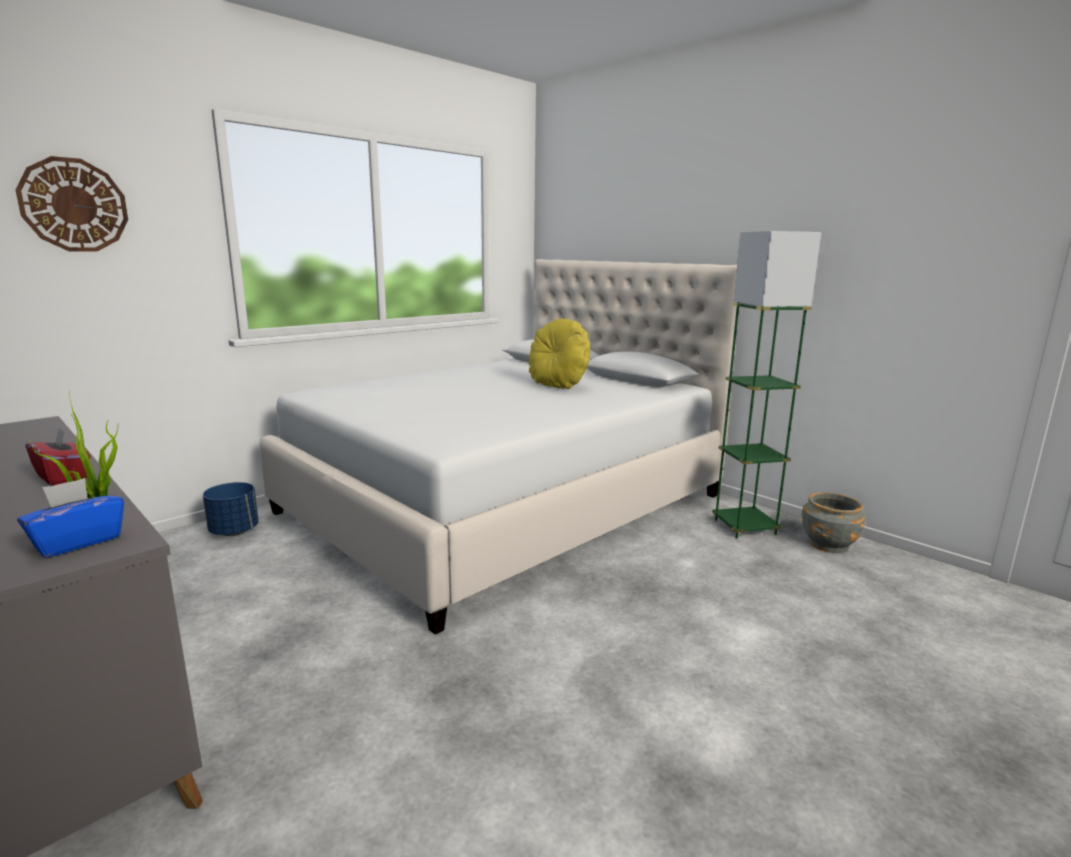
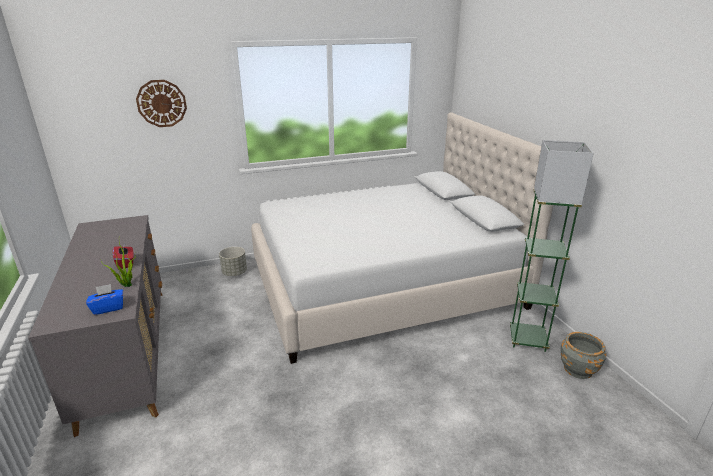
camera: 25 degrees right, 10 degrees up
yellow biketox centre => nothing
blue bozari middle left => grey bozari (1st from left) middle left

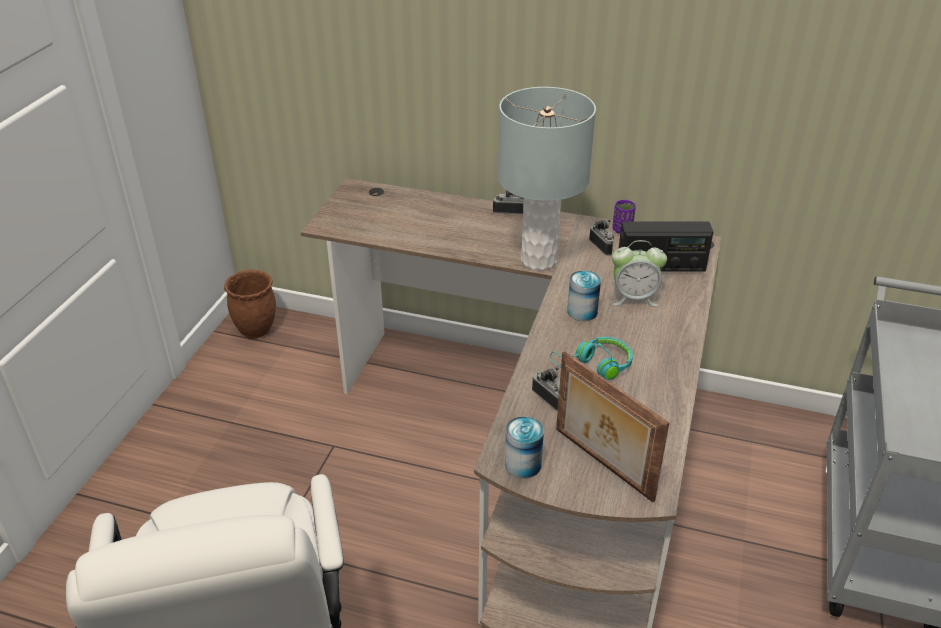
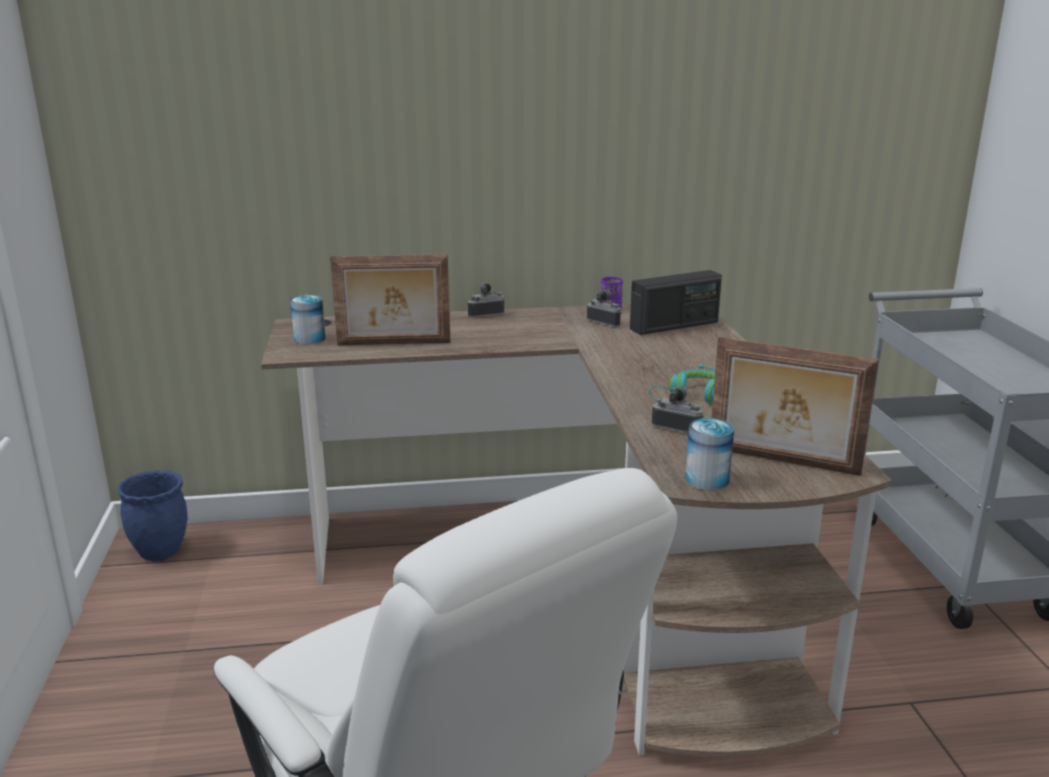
camera: 25 degrees left, 15 degrees down
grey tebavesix top centre => nothing
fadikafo middle right => nothing
nothing => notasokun (1st from left) centre
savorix (2nd from left in the first image) centre => savorix (1st from left) middle left, move
brown bozari middle left => blue bozari middle left

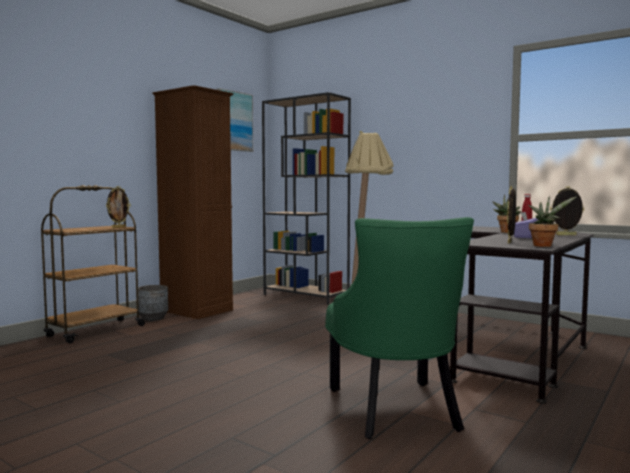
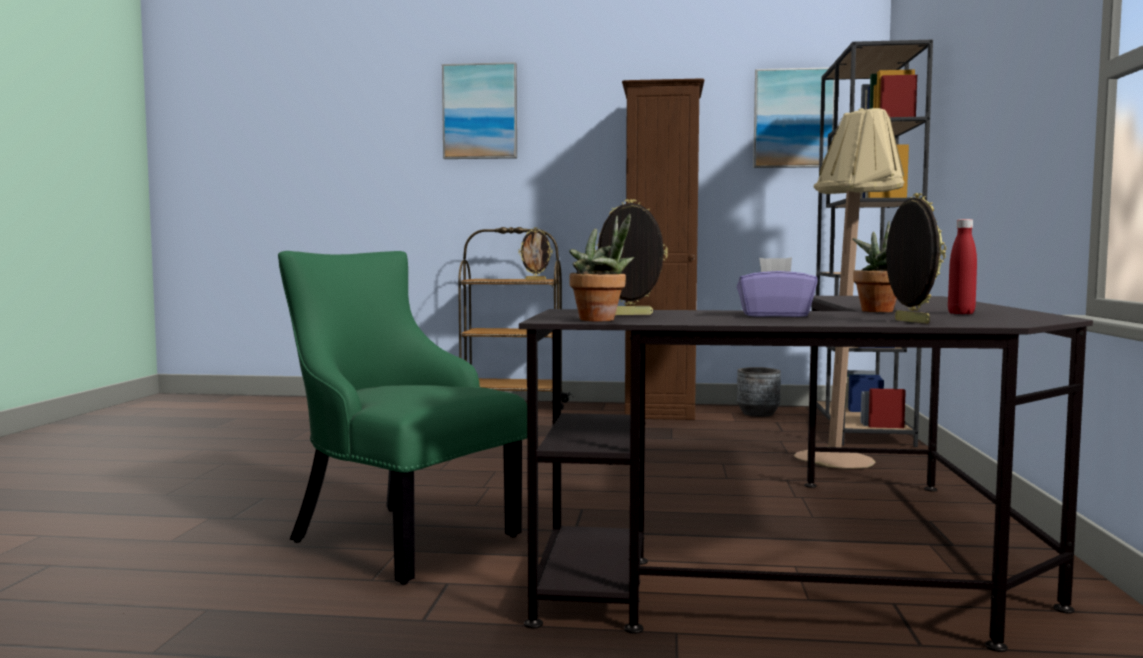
camera: 60 degrees right, 0 degrees up
nothing => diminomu (1st from left) top centre
grey bozari middle left => grey bozari centre, move
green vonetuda bottom centre => green vonetuda centre, 75 degrees clockwise

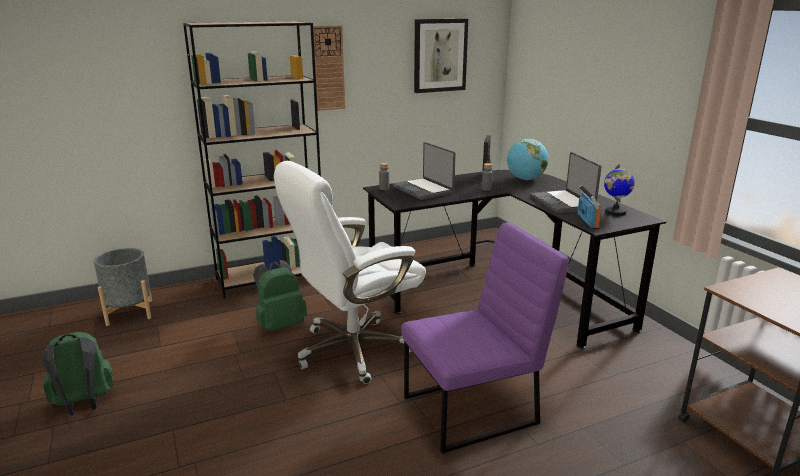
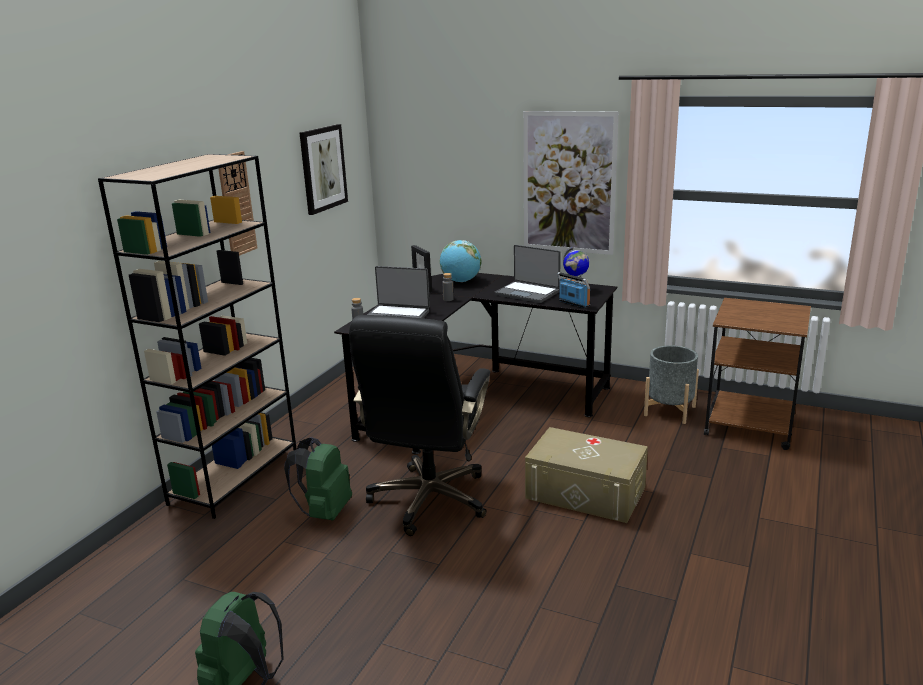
camera: 40 degrees left, 0 degrees up
nothing => diminomu (2nd from left) top centre
grey bozari middle left => grey bozari middle right, move
purple vonetuda bottom centre => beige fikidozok bottom centre
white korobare centre => black korobare centre

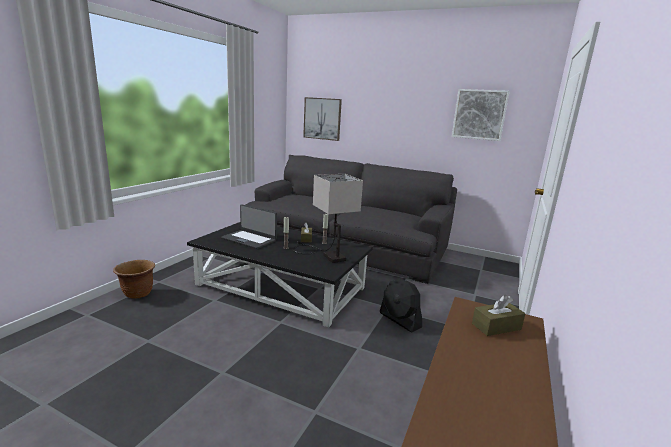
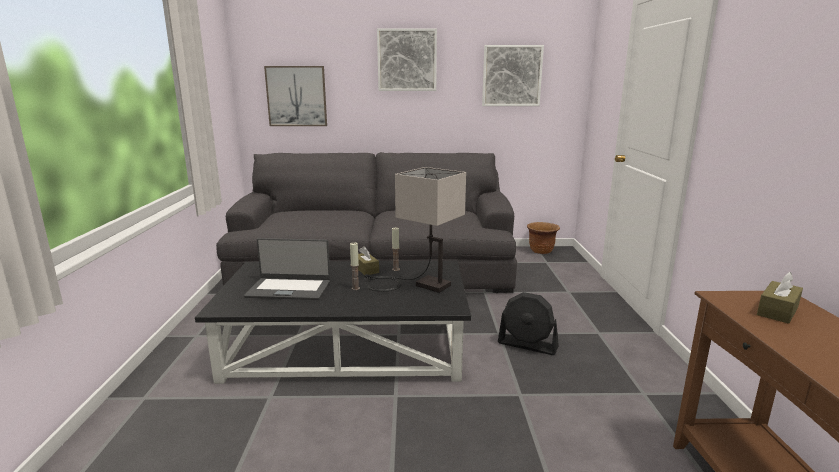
camera: 25 degrees left, 0 degrees up
nothing => diminomu (2nd from left) top centre
brown bozari middle left => brown bozari centre, move

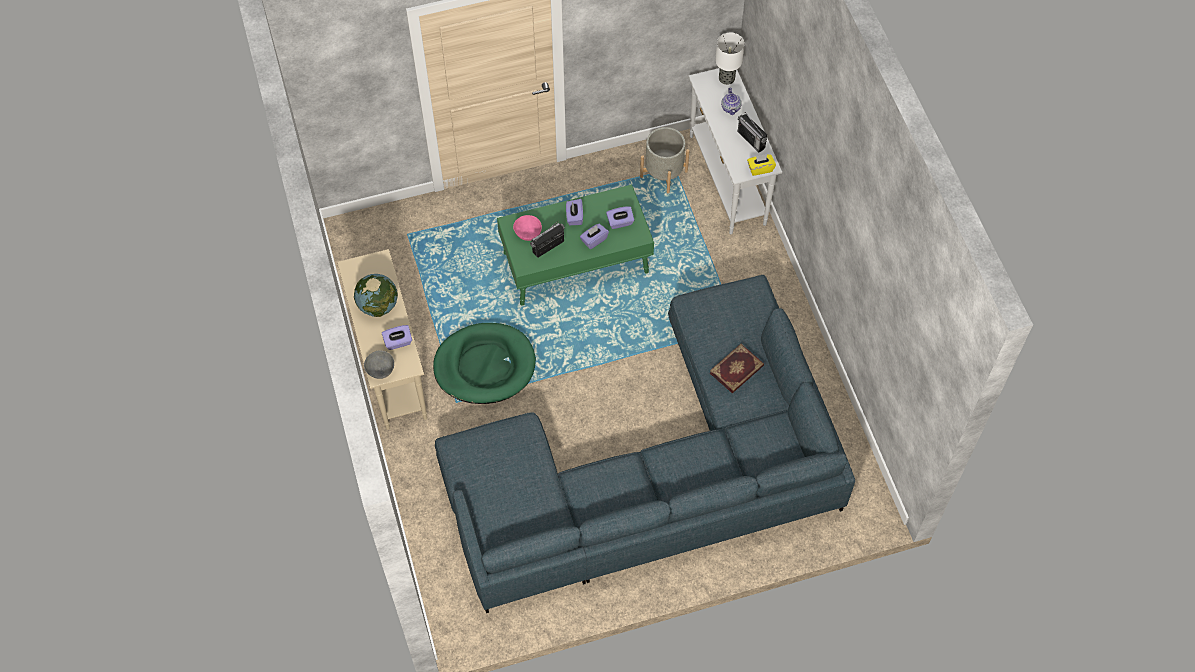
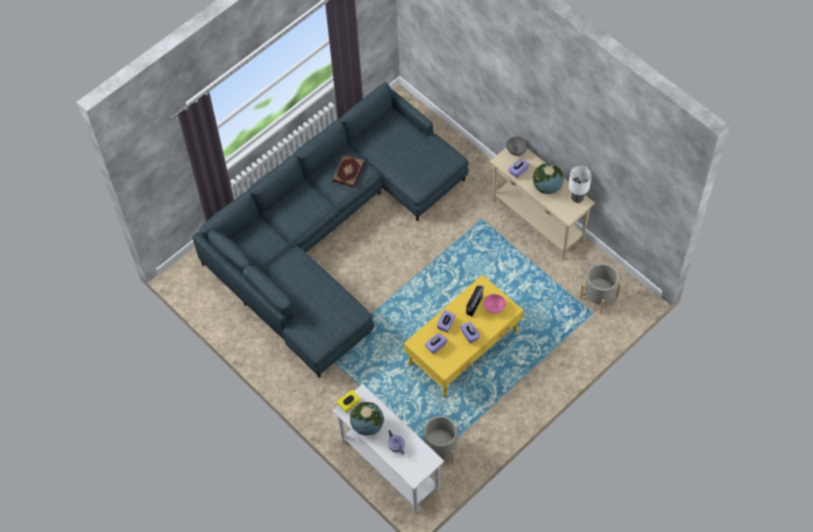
camera: 155 degrees right, 0 degrees up
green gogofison centre => nothing
nothing => grey bozari (2nd from left) middle right
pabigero centre => pabigero top centre, move
tebavesix top centre => tebavesix middle right, move
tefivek (2nd from left) top centre => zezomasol (1st from left) bottom centre
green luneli centre => yellow luneli centre

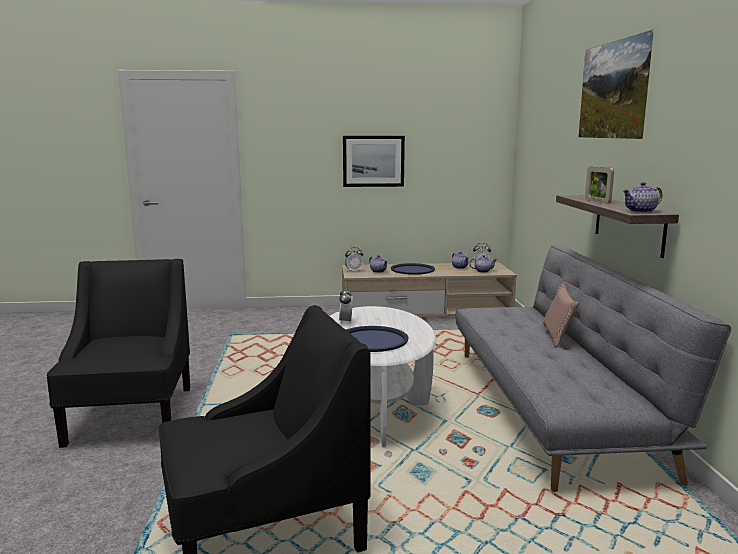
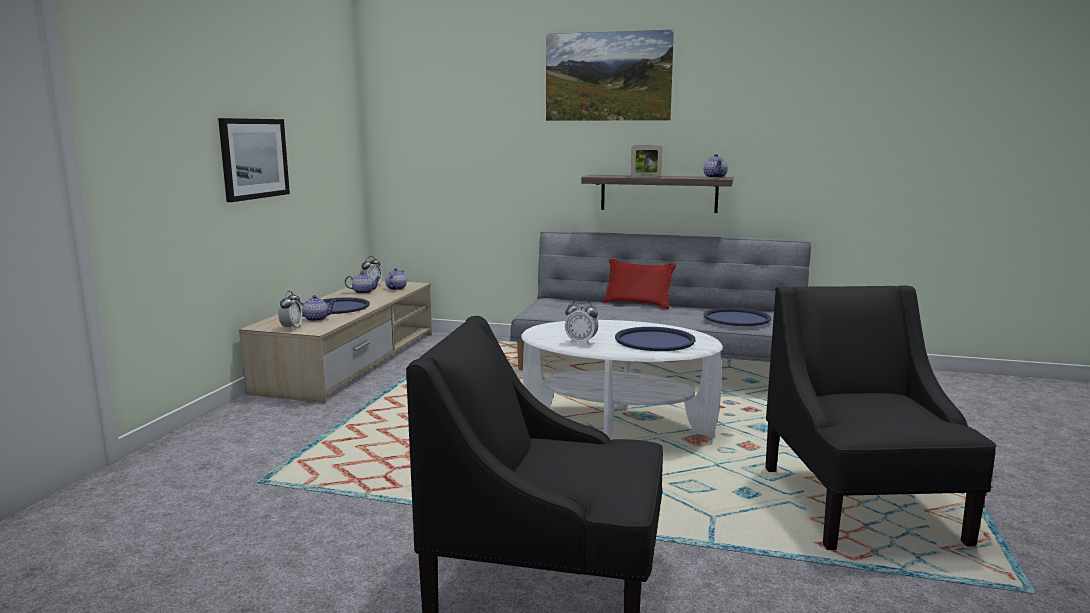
camera: 70 degrees left, 0 degrees up
nothing => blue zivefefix (3rd from left) middle right
beige biketox middle right => red biketox centre

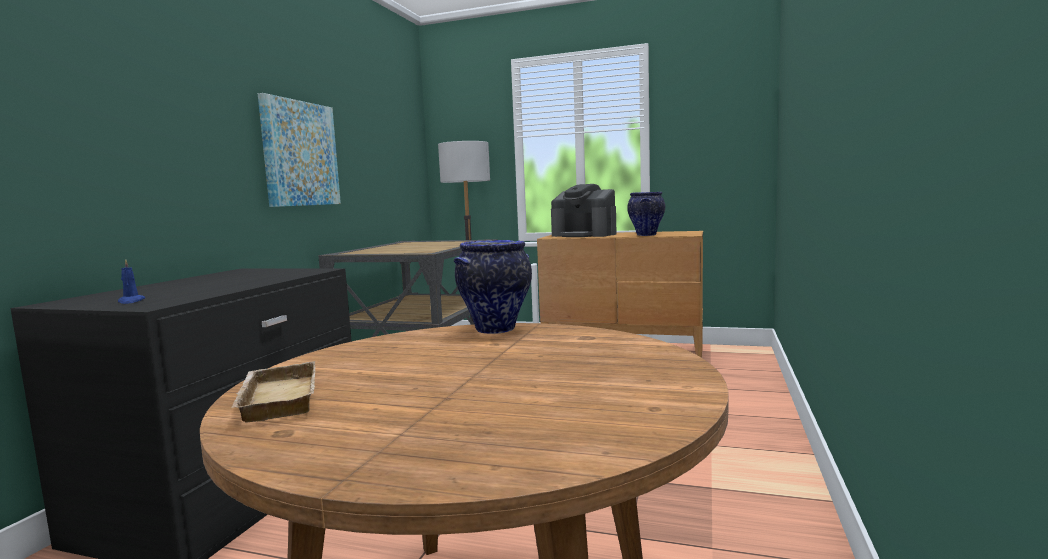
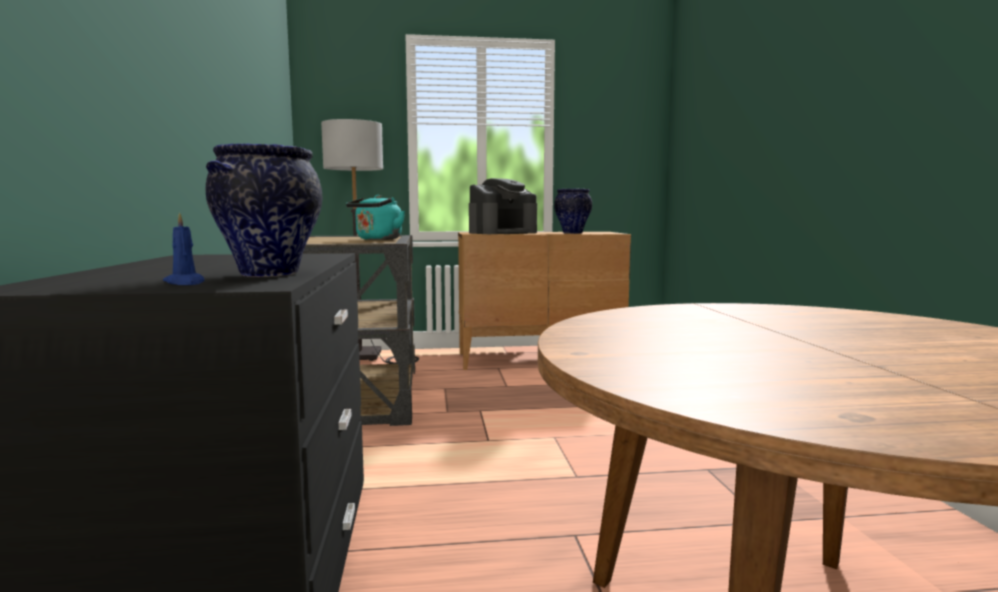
camera: 25 degrees left, 0 degrees up
beige zivefefix bottom left => nothing
diminomu top left => nothing
nothing => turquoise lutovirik centre
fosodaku (1st from left) centre => fosodaku (1st from left) middle left, move
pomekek centre, 45 degrees counterclockwise

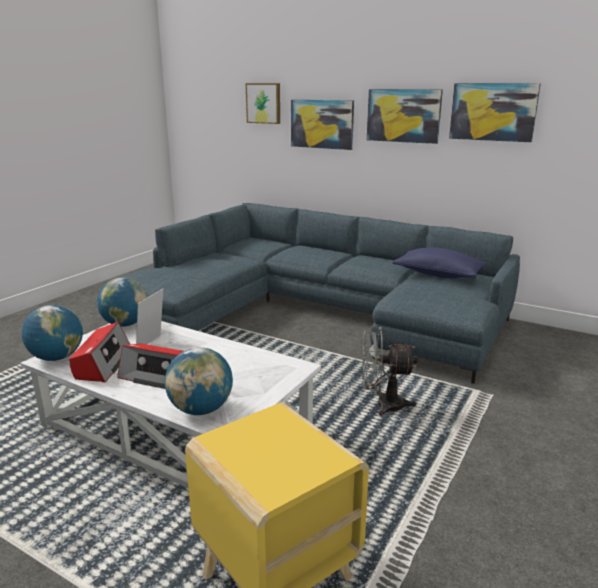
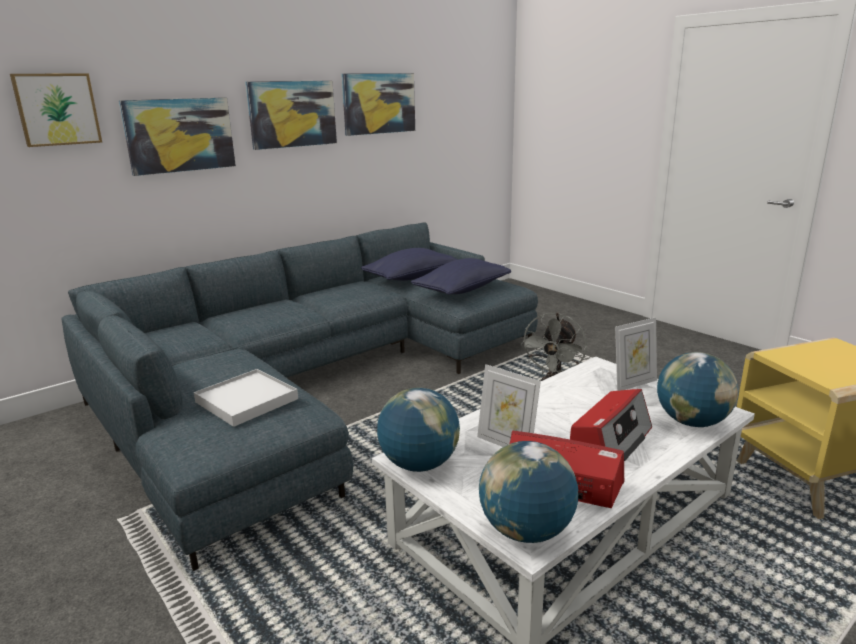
camera: 70 degrees left, 0 degrees up
nothing => white zivefefix middle left
nothing => blue biketox (2nd from left) centre
nothing => notasokun (2nd from left) middle right

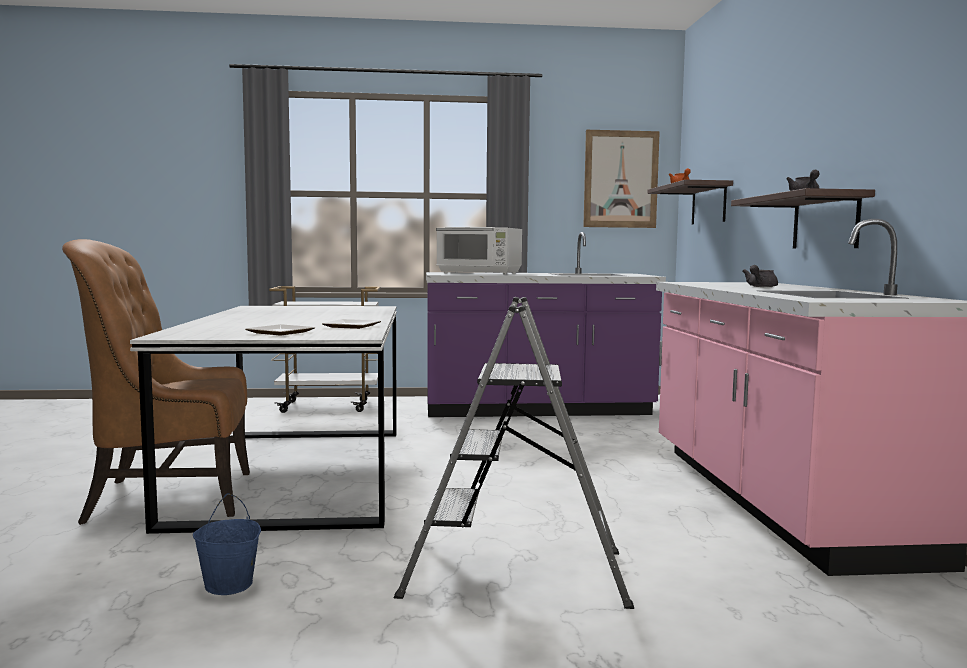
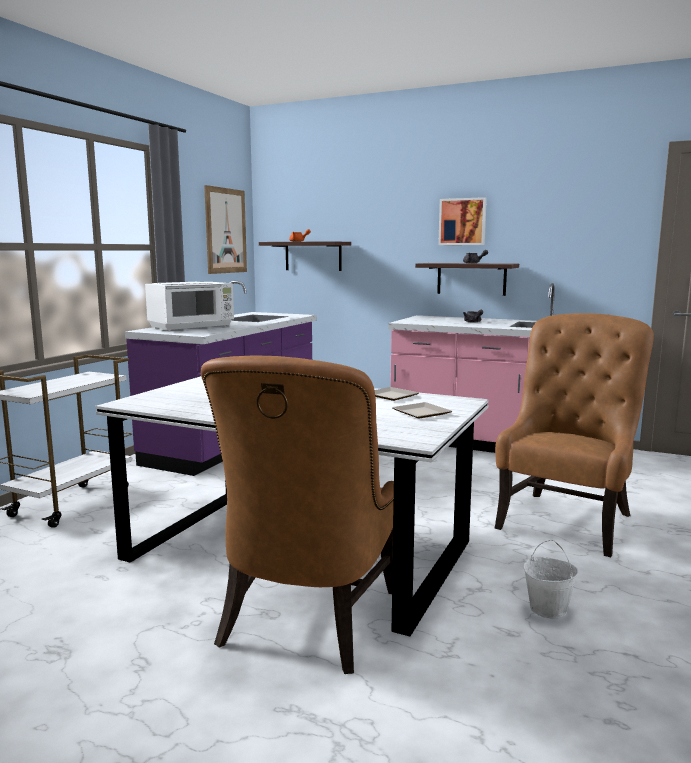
camera: 60 degrees left, 5 degrees up
nothing => diminomu (2nd from left) top right
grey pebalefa bottom centre => brown vonetuda (2nd from left) middle right
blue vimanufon bottom left => white vimanufon bottom right

